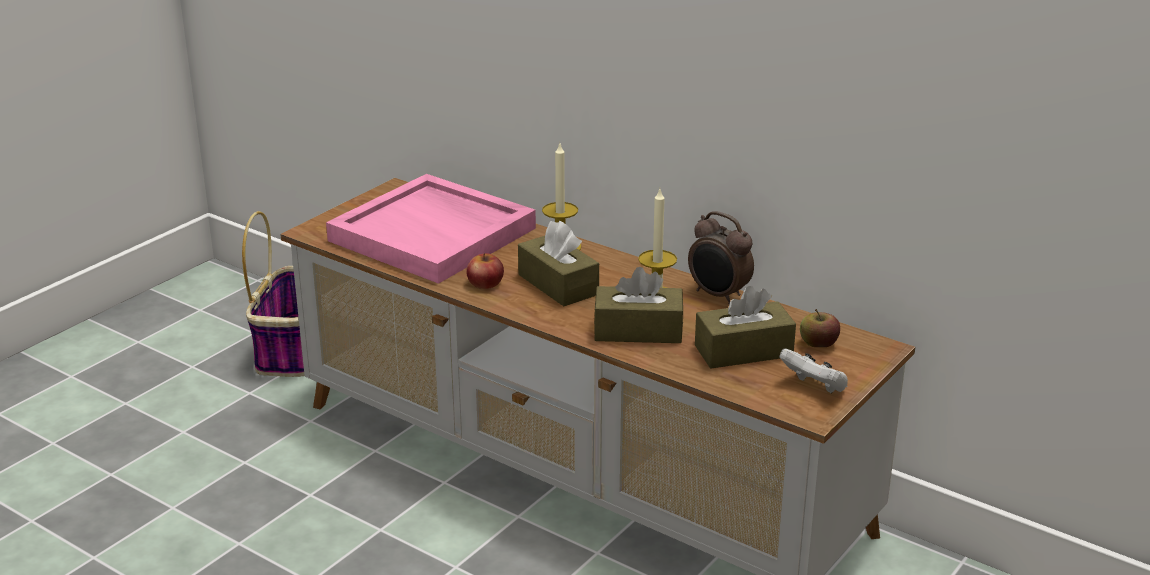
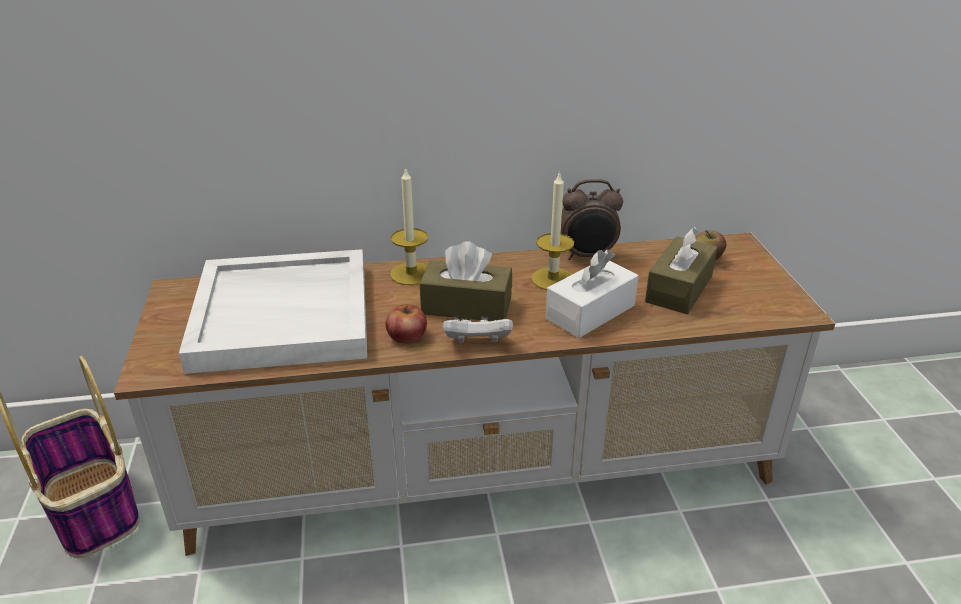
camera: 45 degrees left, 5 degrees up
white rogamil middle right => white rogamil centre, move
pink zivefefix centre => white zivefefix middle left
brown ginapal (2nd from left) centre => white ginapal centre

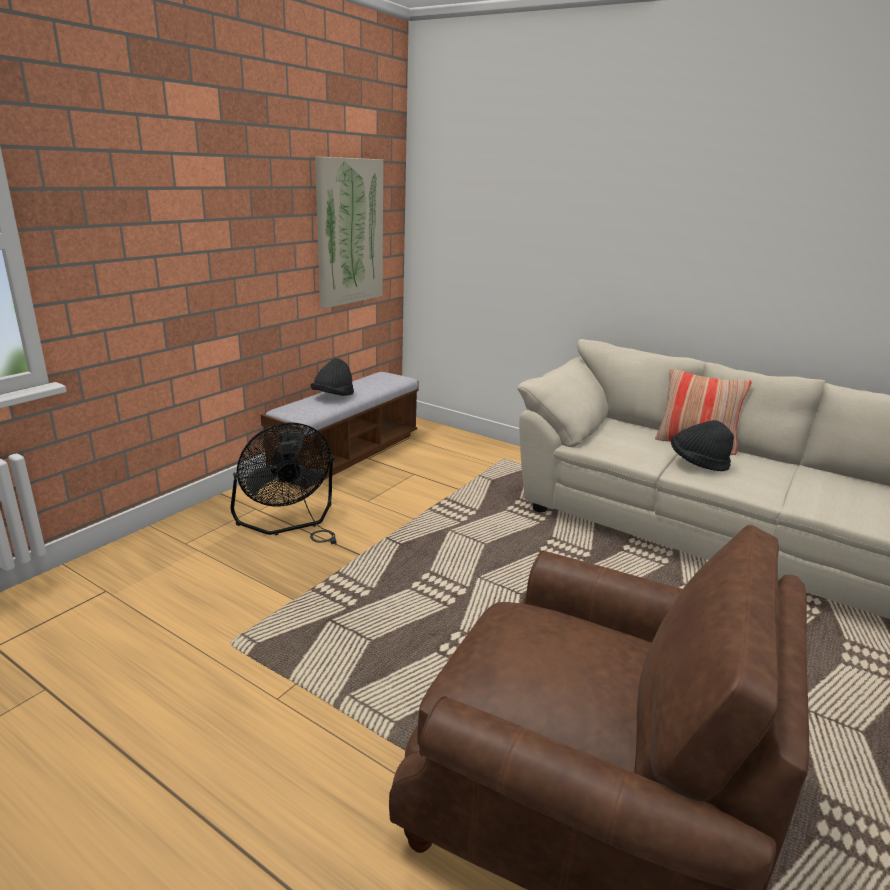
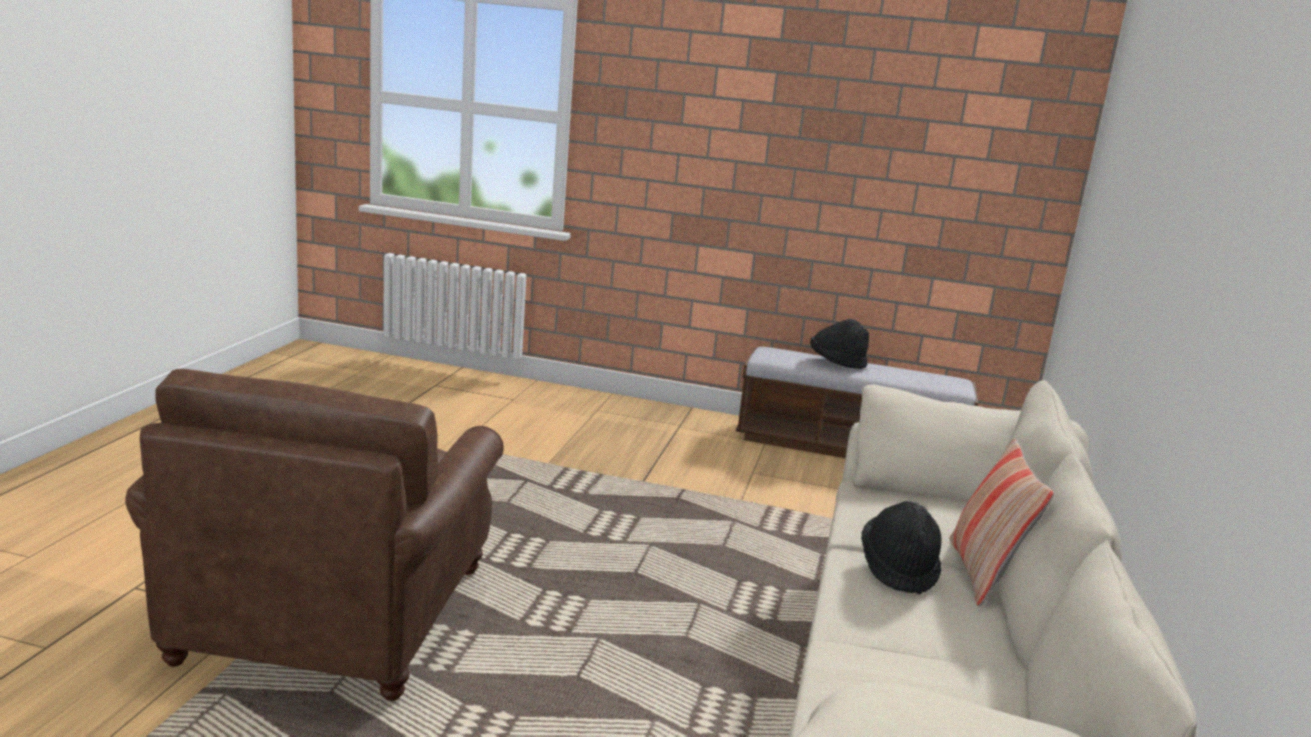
camera: 70 degrees right, 5 degrees down
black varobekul middle left => nothing
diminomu top centre => nothing

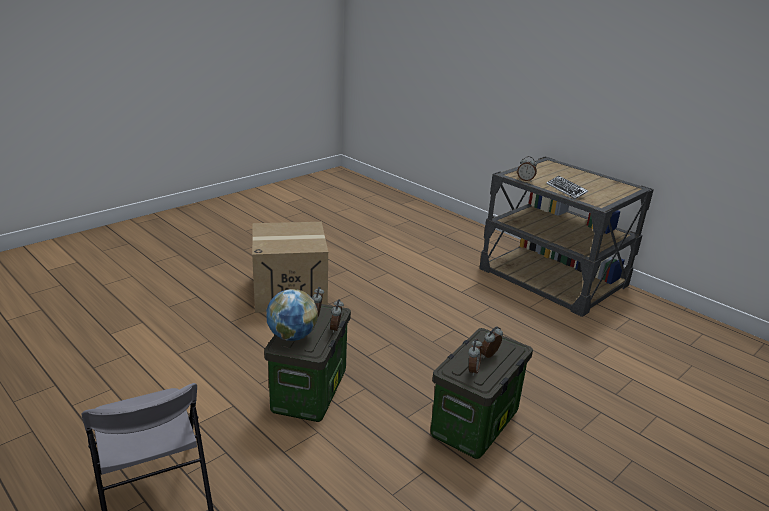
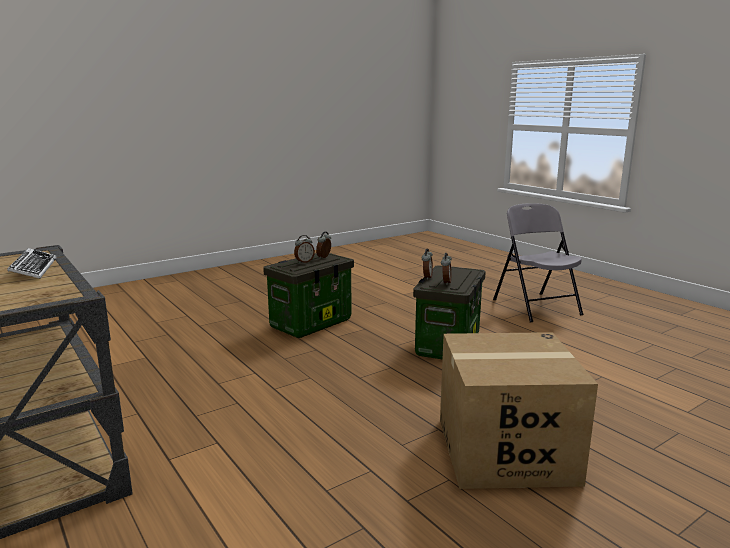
camera: 170 degrees left, 10 degrees down
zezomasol centre => nothing
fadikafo (5th from left) top right => nothing

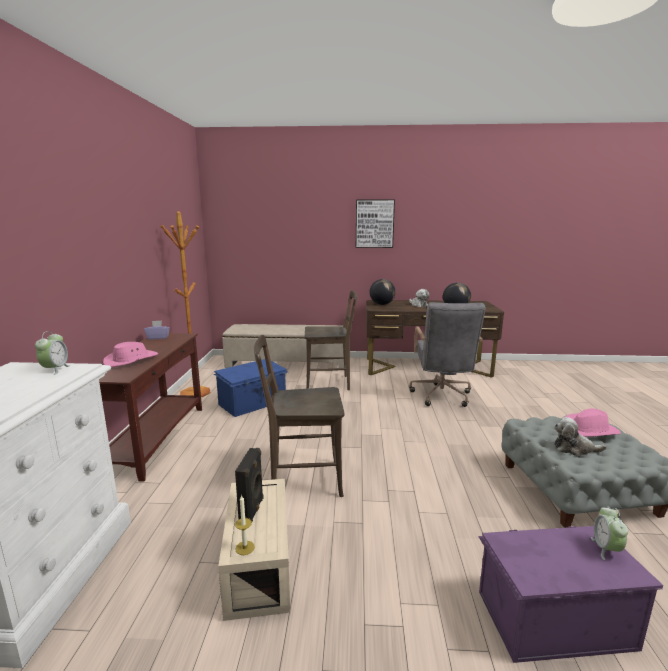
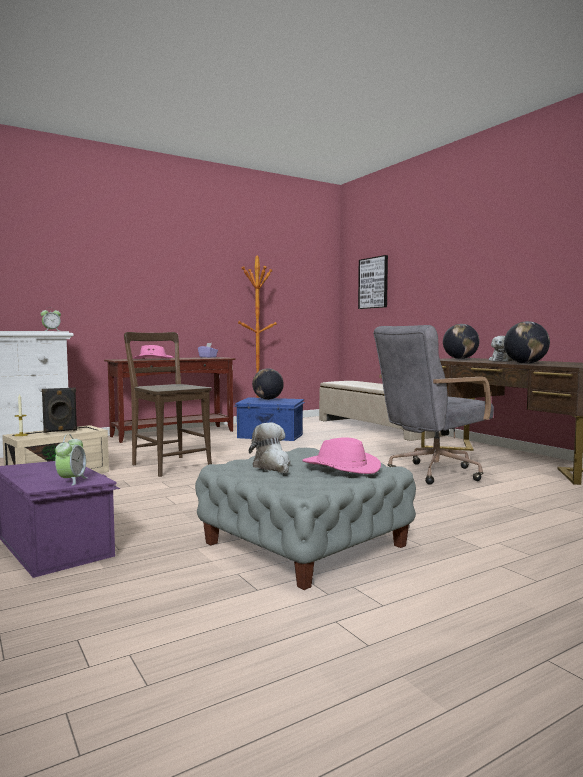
camera: 55 degrees right, 10 degrees down
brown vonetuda (2nd from left) centre => nothing
nothing => zezomasol (1st from left) centre
diminomu top centre => diminomu centre, move
fadikafo (2nd from left) bottom right => fadikafo (2nd from left) middle left, 120 degrees clockwise

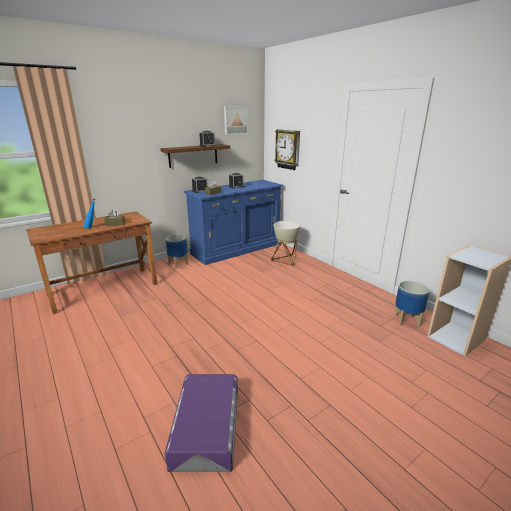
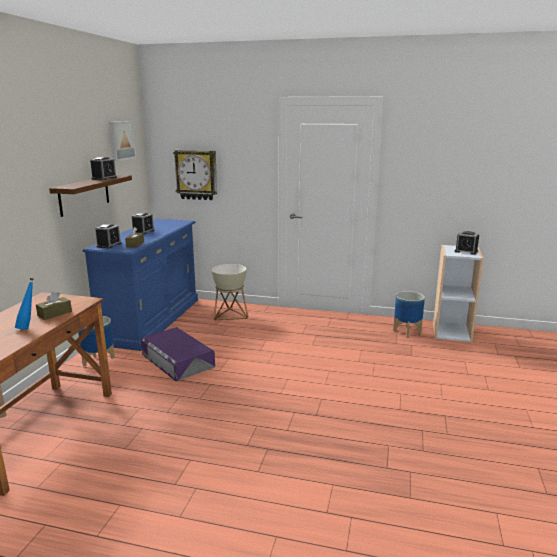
camera: 40 degrees left, 5 degrees down
nothing => fadikafo (4th from left) middle right
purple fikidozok bottom centre => purple fikidozok middle left, move

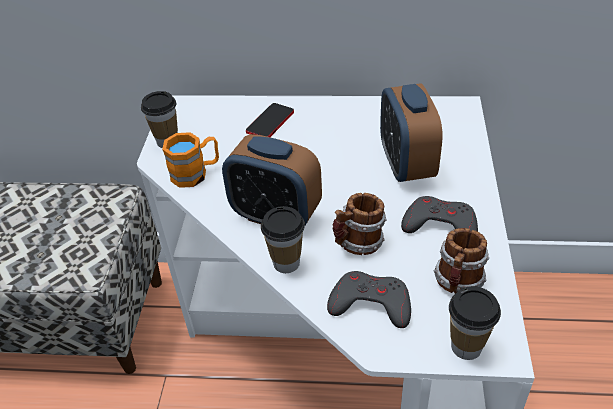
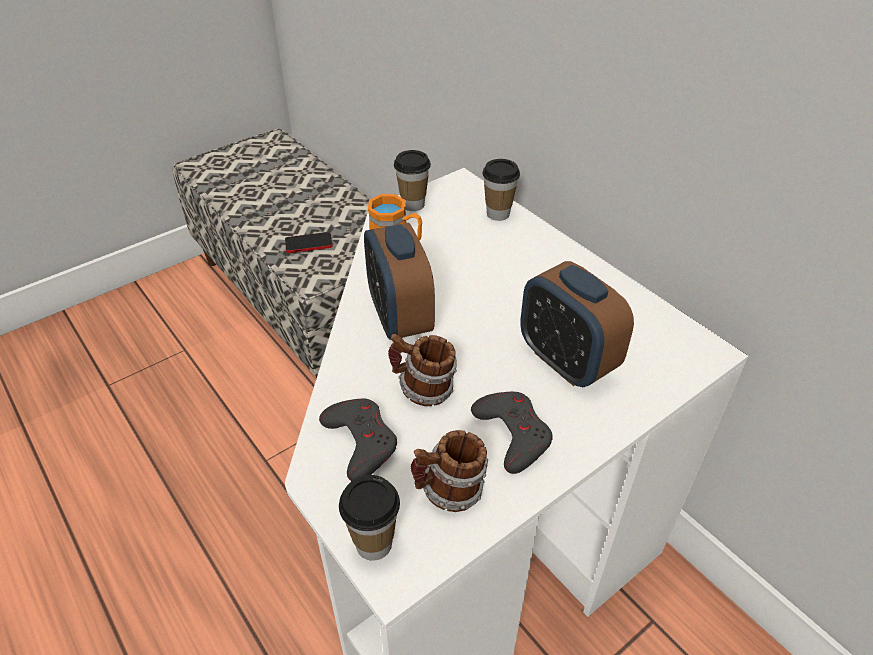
camera: 45 degrees right, 0 degrees up
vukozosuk top centre => vukozosuk centre, move
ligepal (2nd from left in the first image) centre => ligepal (3rd from left) top centre, move
fadikafo (2nd from left) top right => fadikafo (2nd from left) centre, 75 degrees counterclockwise

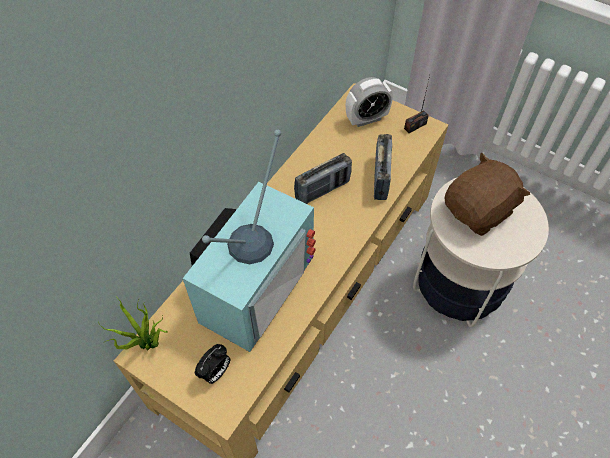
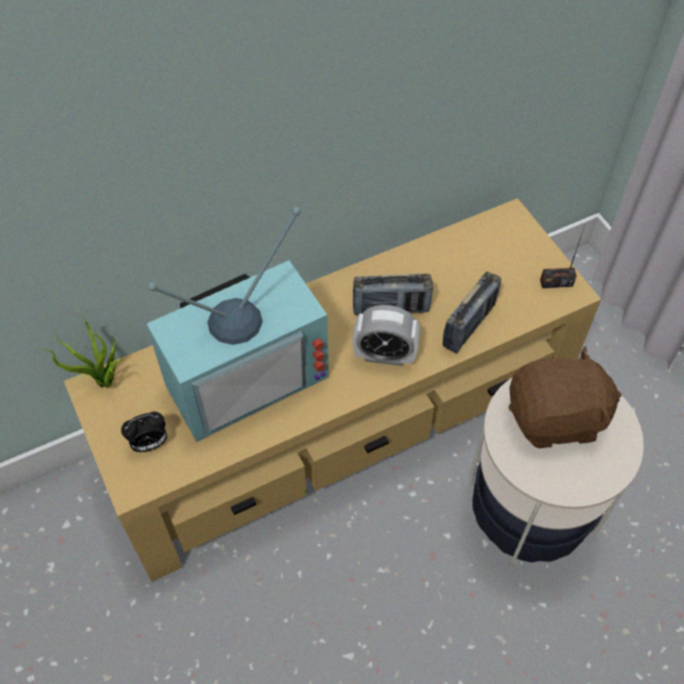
camera: 30 degrees right, 0 degrees up
fadikafo (2nd from left) top centre => fadikafo (2nd from left) centre, move

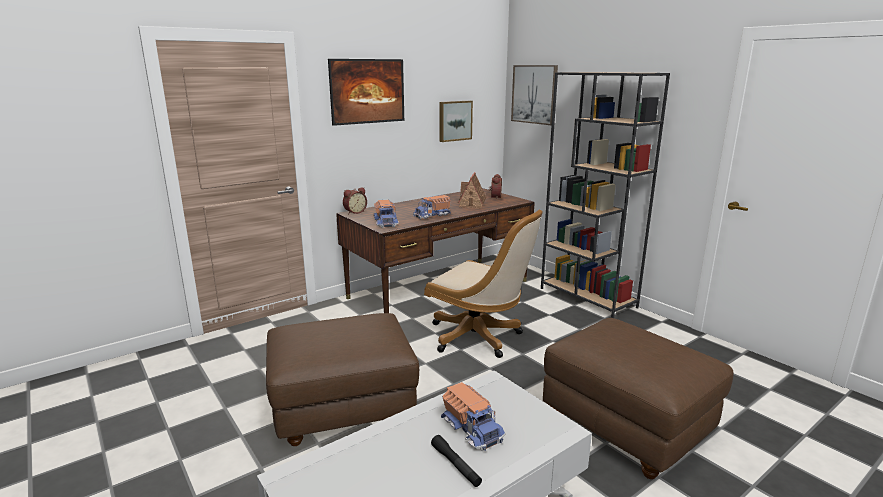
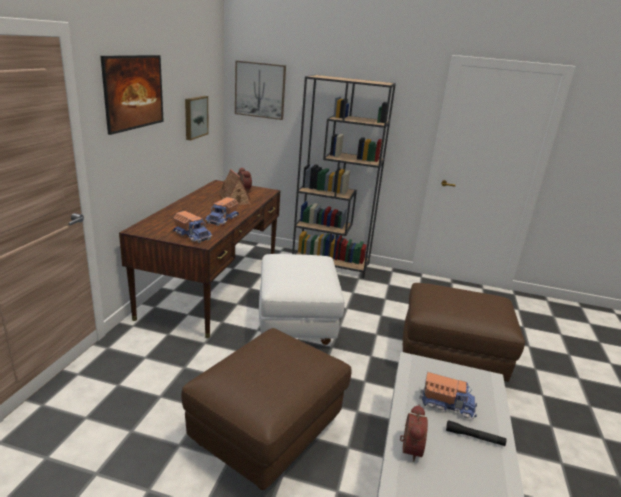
camera: 40 degrees left, 5 degrees up
fadikafo (1st from left in the first image) centre => fadikafo (2nd from left) bottom right, move
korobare centre => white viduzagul centre

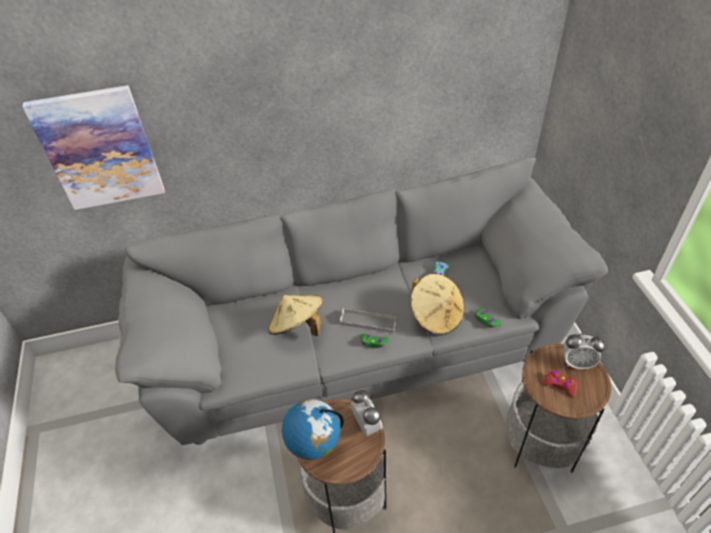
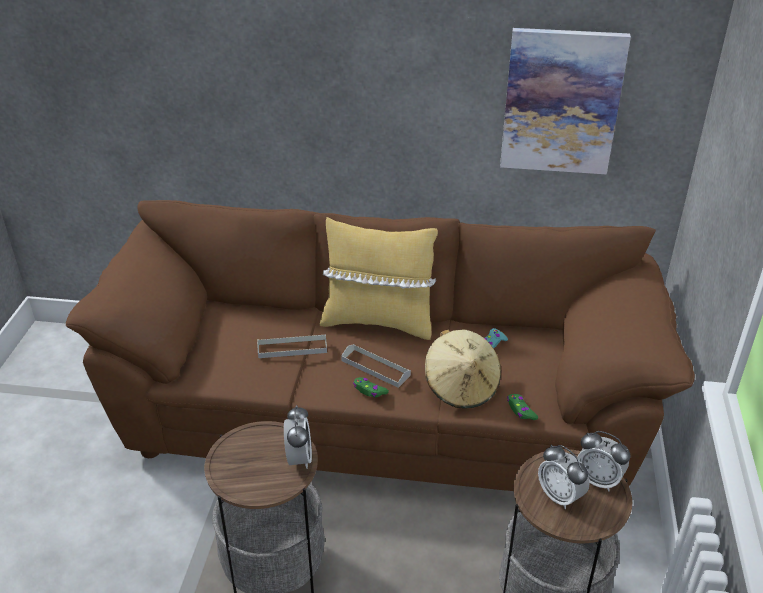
camera: 20 degrees right, 10 degrees down
zezomasol bottom centre => nothing
nothing => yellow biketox centre
diminomu top left => diminomu top right, move
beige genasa (1st from left) centre => grey zivefefix (1st from left) centre
red rogamil bottom right => fadikafo (2nd from left) bottom right
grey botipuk centre => brown botipuk centre

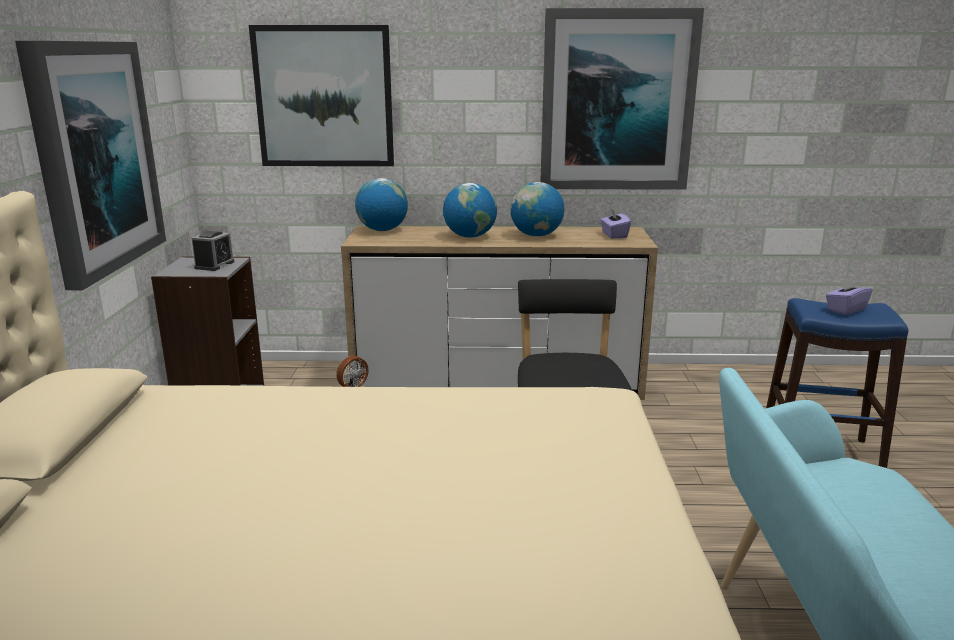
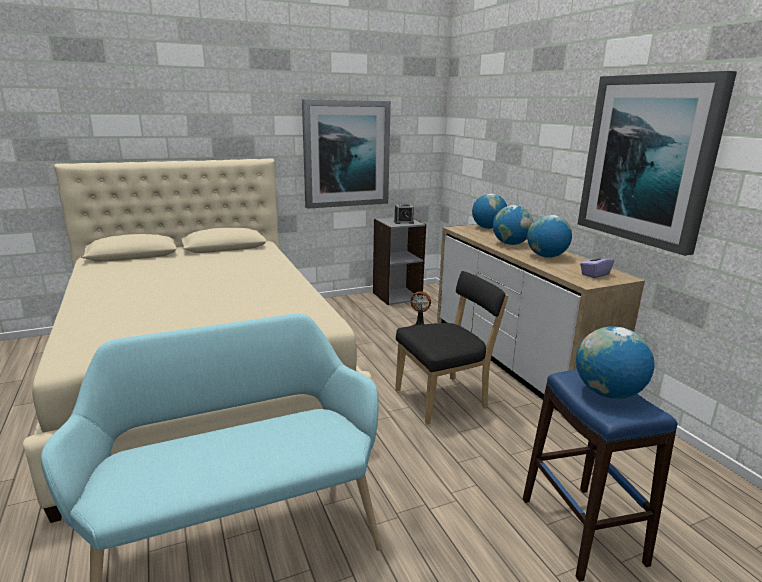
camera: 65 degrees right, 0 degrees up
diminomu (2nd from left) top centre => nothing
purple ginapal (2nd from left) middle right => zezomasol (4th from left) middle right

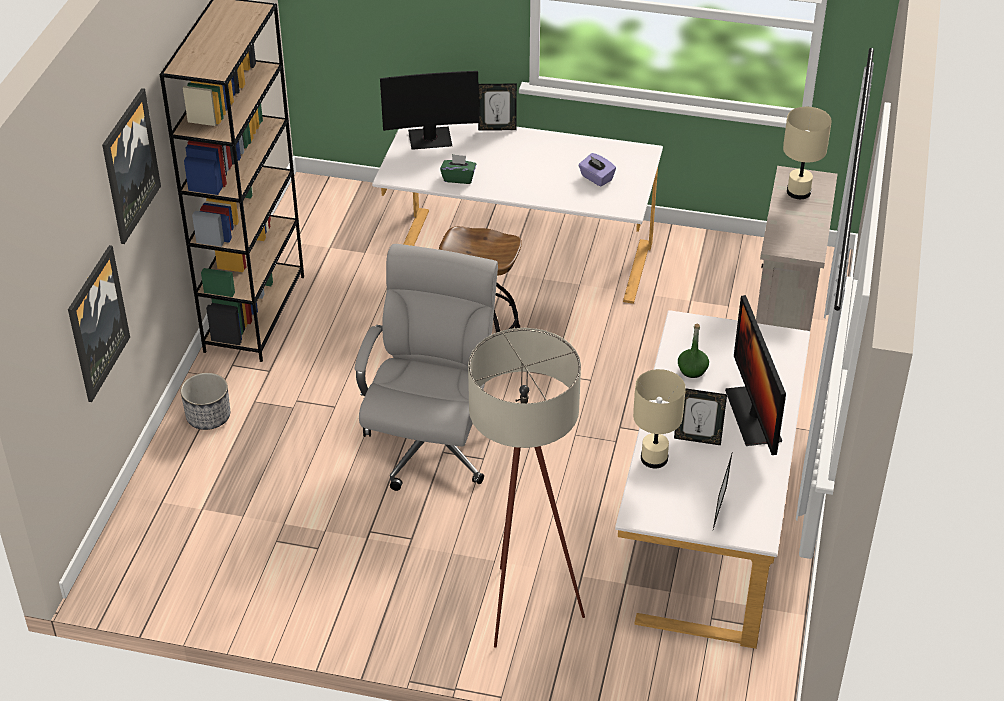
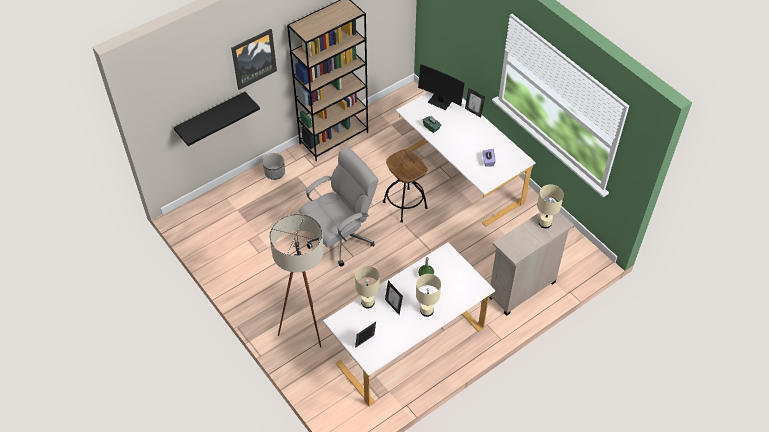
camera: 40 degrees right, 10 degrees up
diminomu (1st from left) middle left => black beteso top left
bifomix (2nd from left) middle right => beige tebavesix (2nd from left) bottom centre

